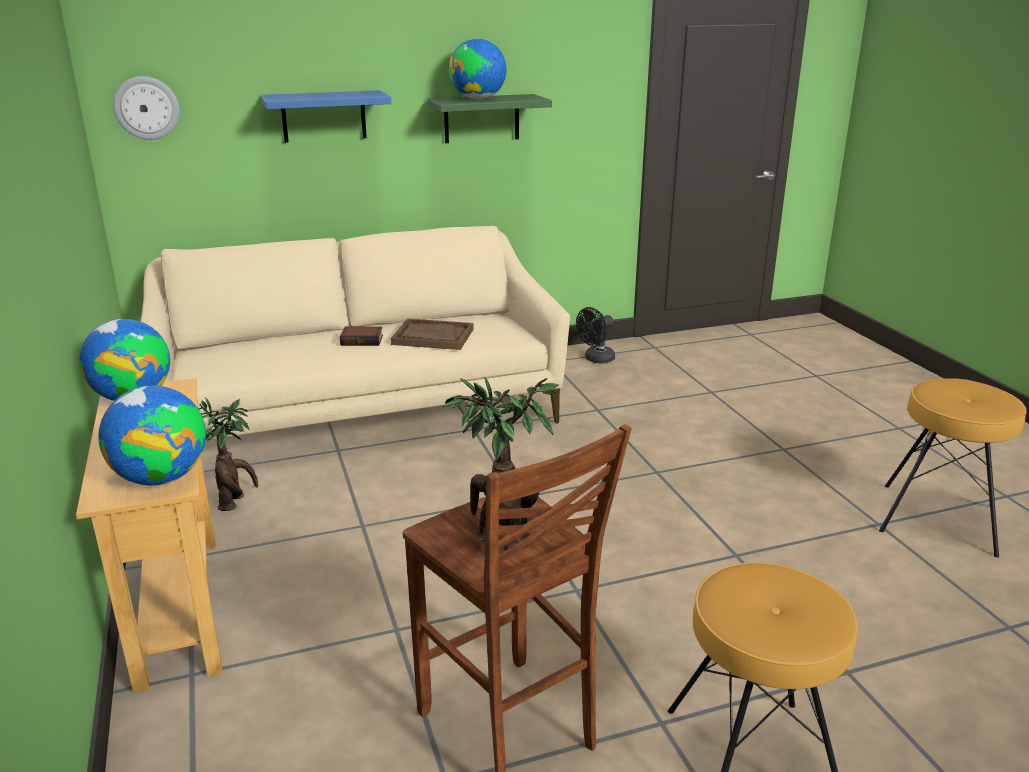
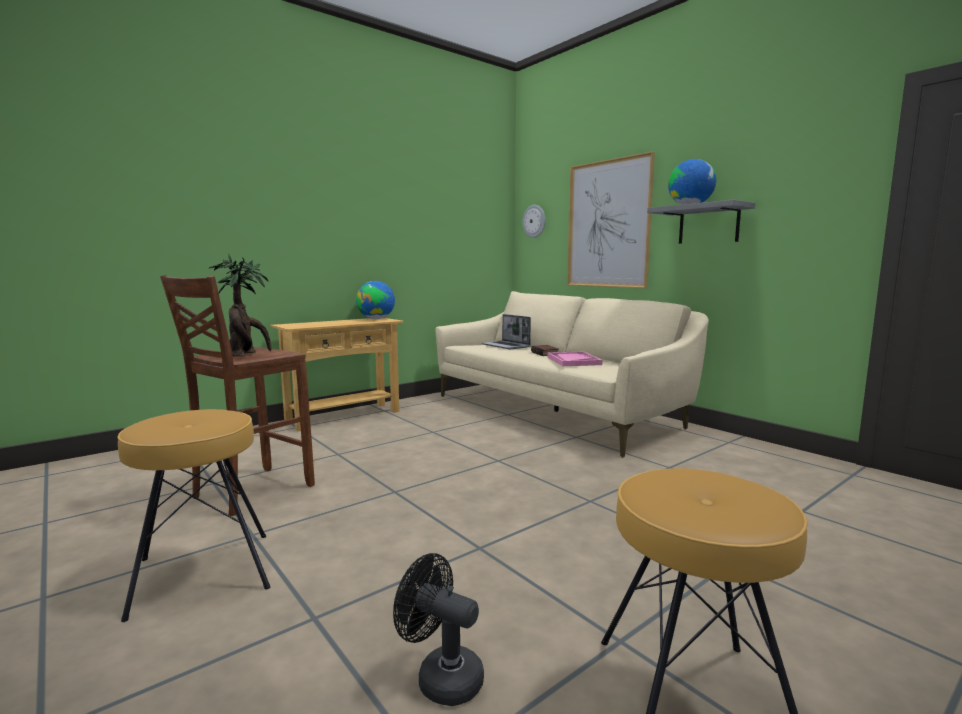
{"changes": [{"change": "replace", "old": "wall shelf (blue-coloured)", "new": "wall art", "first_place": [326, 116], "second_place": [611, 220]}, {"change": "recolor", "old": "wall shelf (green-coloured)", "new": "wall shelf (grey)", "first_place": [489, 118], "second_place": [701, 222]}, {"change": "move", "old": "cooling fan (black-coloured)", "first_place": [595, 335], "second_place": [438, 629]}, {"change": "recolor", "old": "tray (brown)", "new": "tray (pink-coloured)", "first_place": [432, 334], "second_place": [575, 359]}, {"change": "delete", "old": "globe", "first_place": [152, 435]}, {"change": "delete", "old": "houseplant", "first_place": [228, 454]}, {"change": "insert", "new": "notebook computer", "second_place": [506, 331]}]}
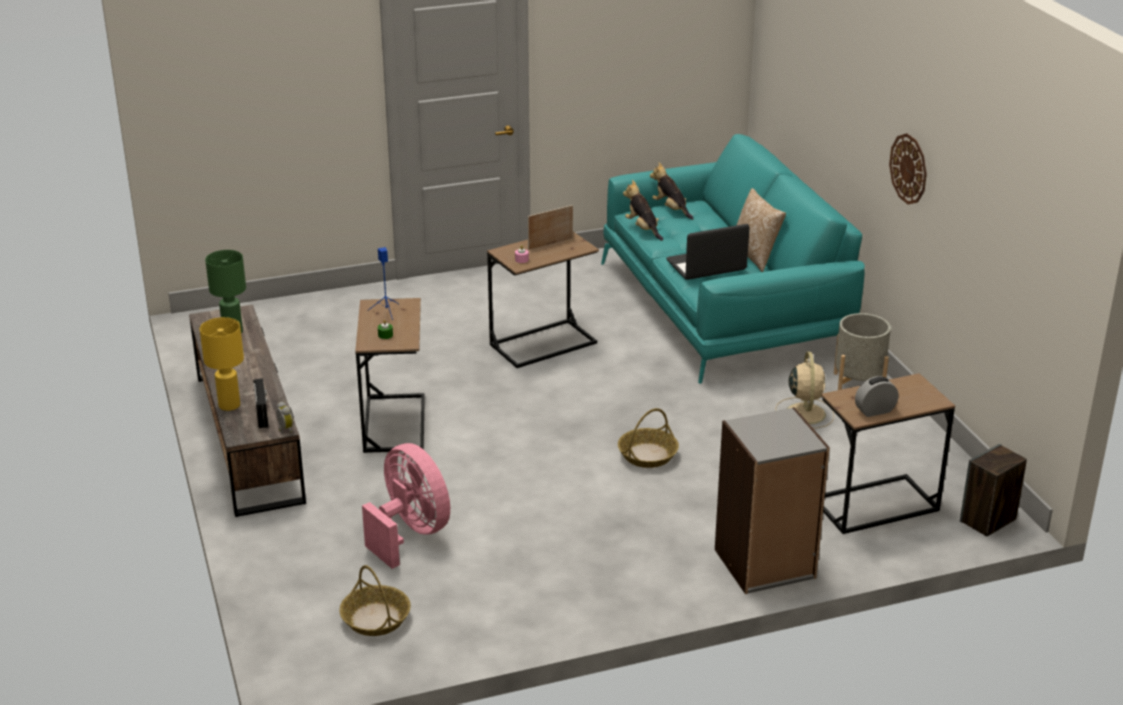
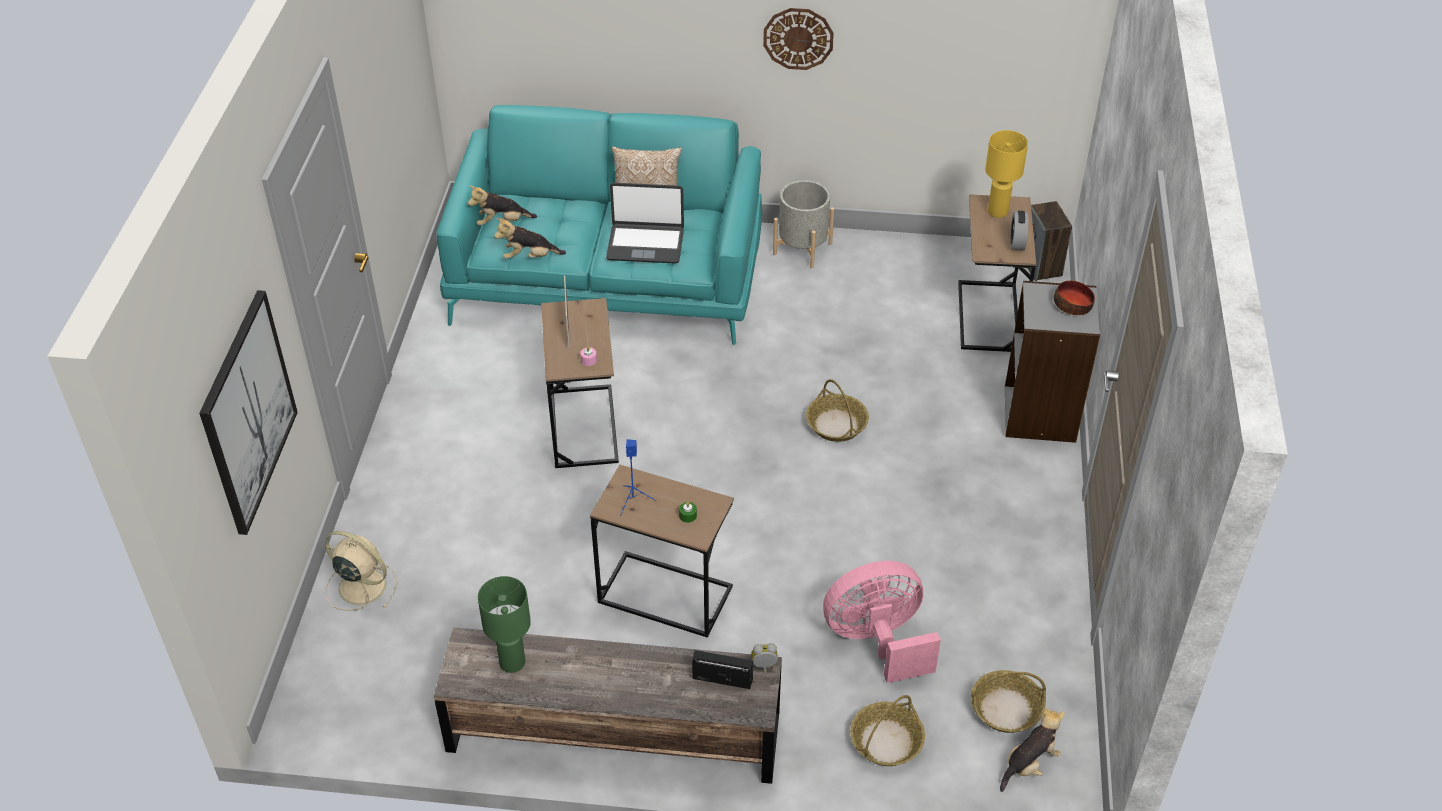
{"changes": [{"change": "rotate", "old": "notebook computer", "first_place": [708, 252], "second_place": [645, 223], "degrees": -90}, {"change": "move", "old": "lamp for a table (yellowish)", "first_place": [222, 364], "second_place": [1006, 174]}, {"change": "move", "old": "cooling fan (beige)", "first_place": [804, 390], "second_place": [361, 571]}, {"change": "insert", "new": "bowl", "second_place": [1074, 298]}, {"change": "insert", "new": "wall art", "second_place": [248, 412]}, {"change": "insert", "new": "storage basket", "second_place": [887, 730]}, {"change": "insert", "new": "cuddly toy", "second_place": [1032, 749]}]}
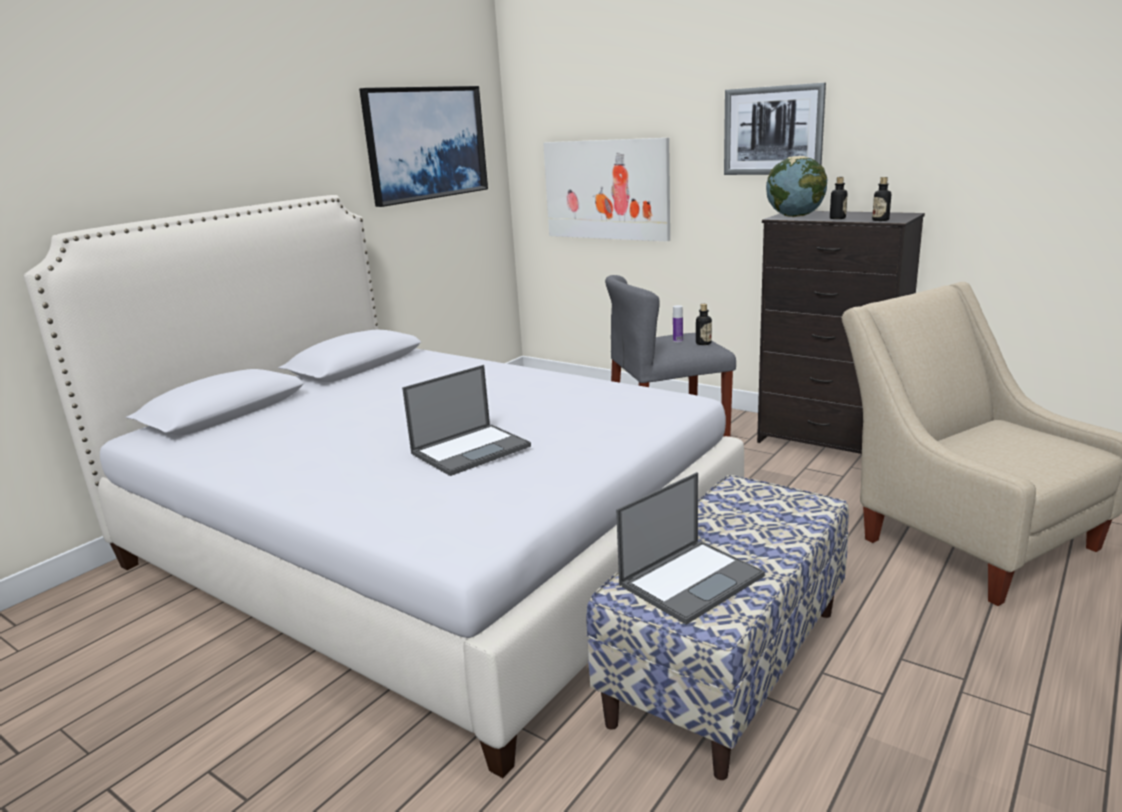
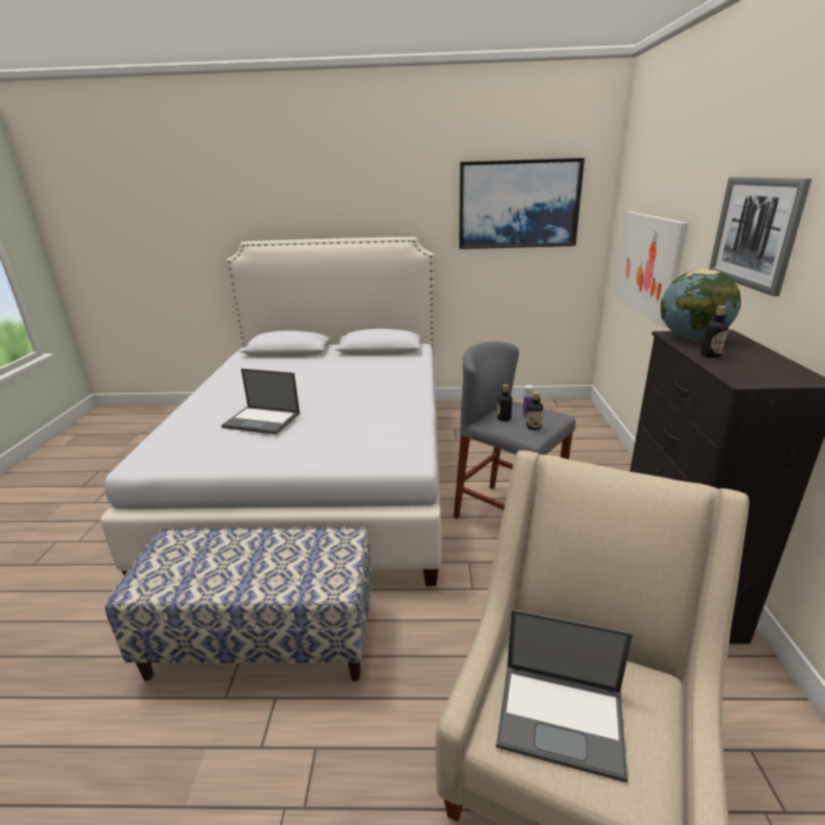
{"changes": [{"change": "move", "old": "bottle", "first_place": [881, 199], "second_place": [504, 402]}, {"change": "move", "old": "notebook computer", "first_place": [690, 548], "second_place": [564, 696]}]}
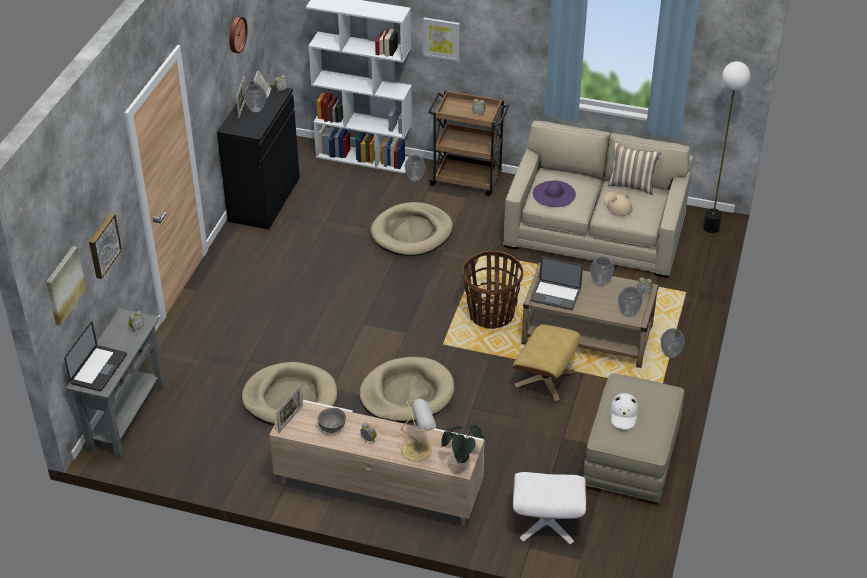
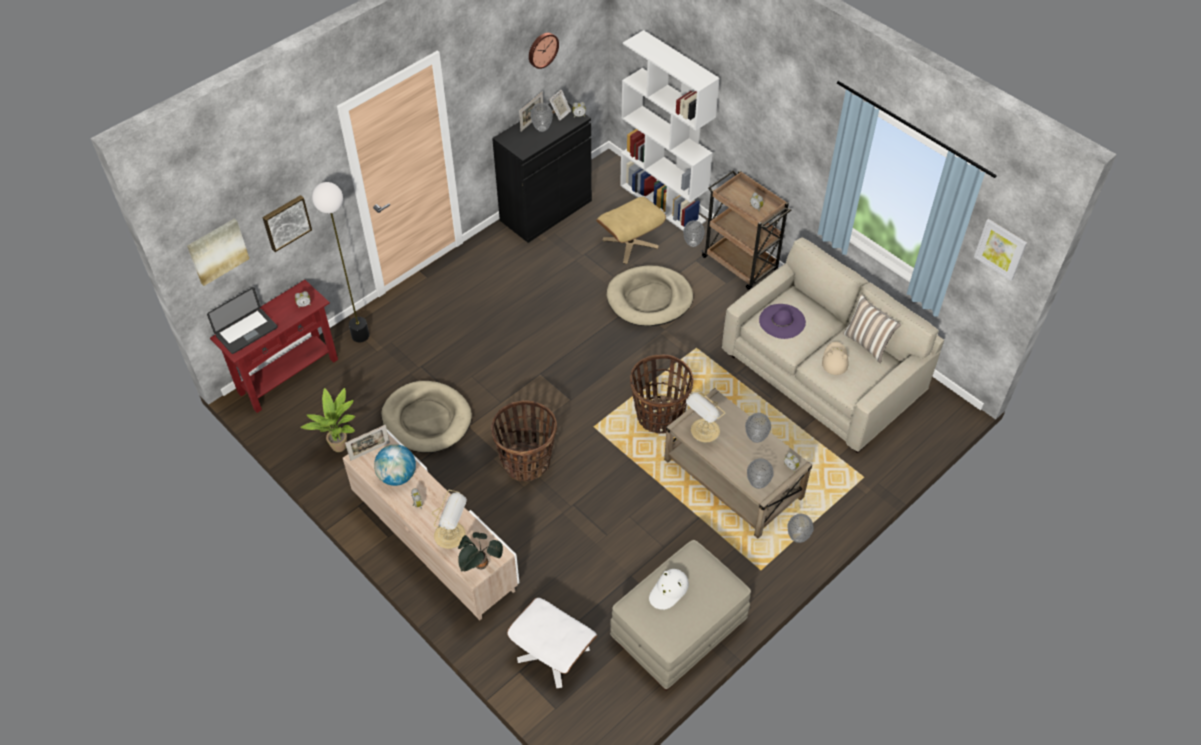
{"changes": [{"change": "move", "old": "wall art", "first_place": [441, 39], "second_place": [1000, 250]}, {"change": "move", "old": "floor lamp", "first_place": [726, 147], "second_place": [340, 262]}, {"change": "replace", "old": "notebook computer", "new": "lamp for a table", "first_place": [557, 283], "second_place": [705, 415]}, {"change": "recolor", "old": "hall table (grey)", "new": "hall table (red)", "first_place": [115, 383], "second_place": [274, 346]}, {"change": "move", "old": "footrest (beige)", "first_place": [547, 363], "second_place": [631, 230]}, {"change": "replace", "old": "dog cushion (beige)", "new": "storage basket", "first_place": [406, 390], "second_place": [524, 441]}, {"change": "replace", "old": "bowl (grey)", "new": "globe", "first_place": [332, 420], "second_place": [395, 465]}, {"change": "insert", "new": "houseplant", "second_place": [328, 420]}]}
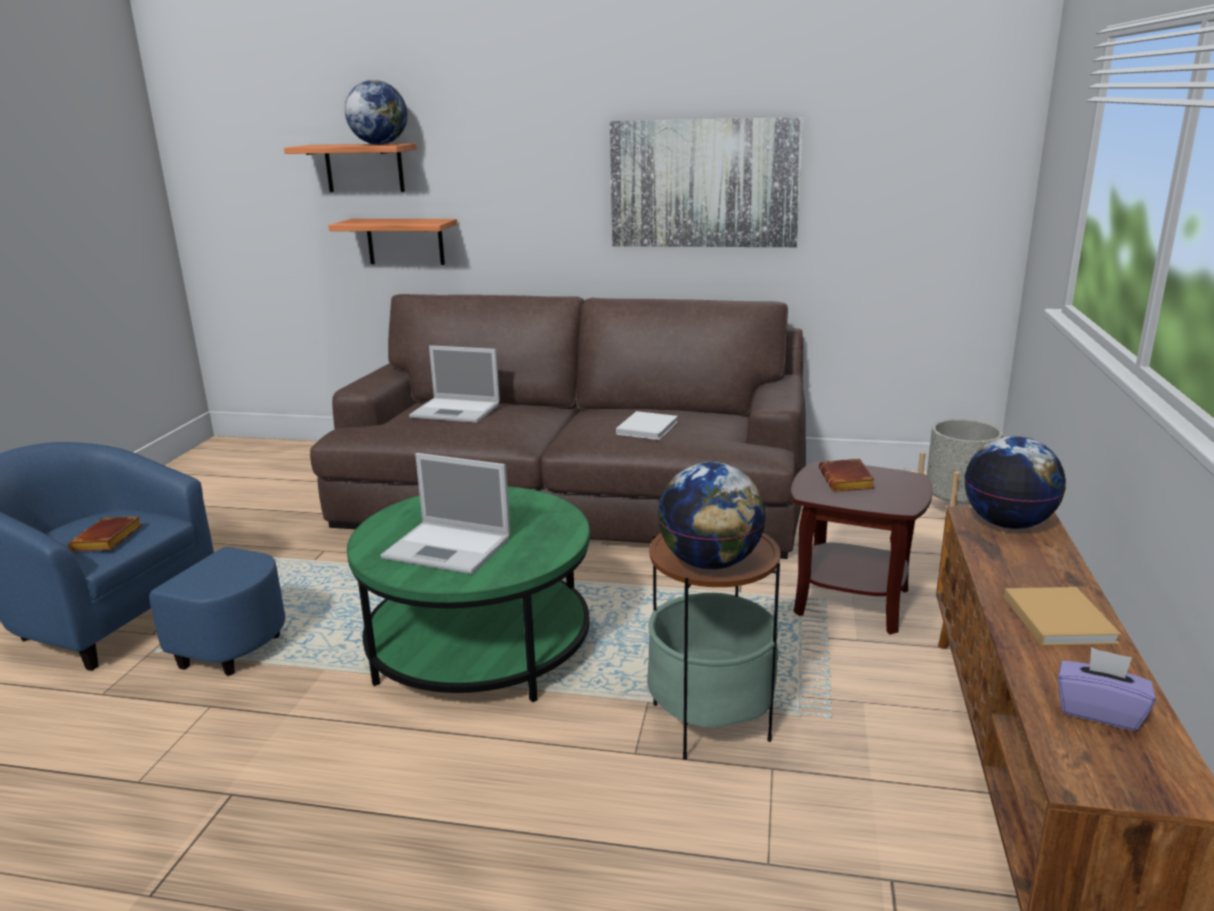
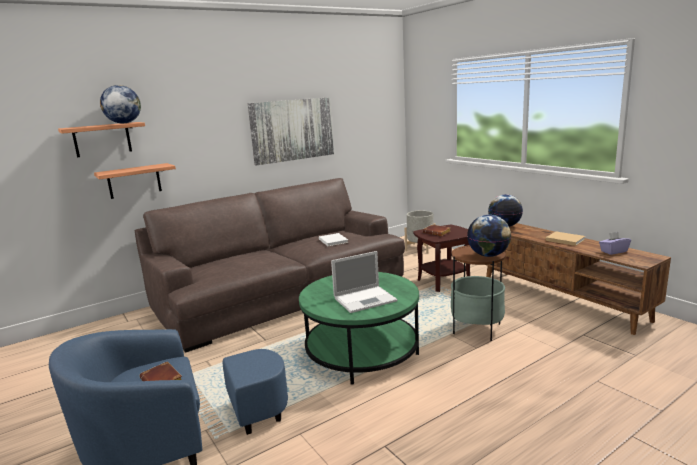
{"changes": [{"change": "delete", "old": "notebook computer", "first_place": [454, 384]}]}
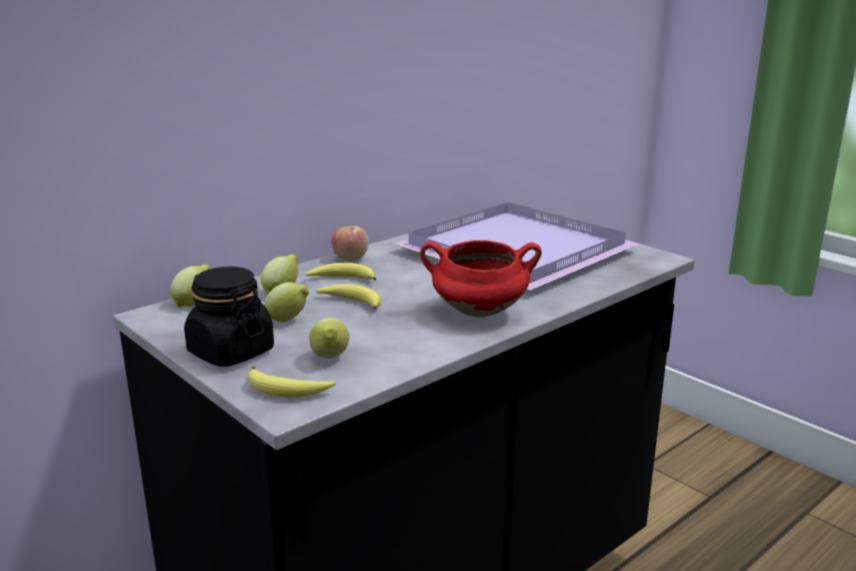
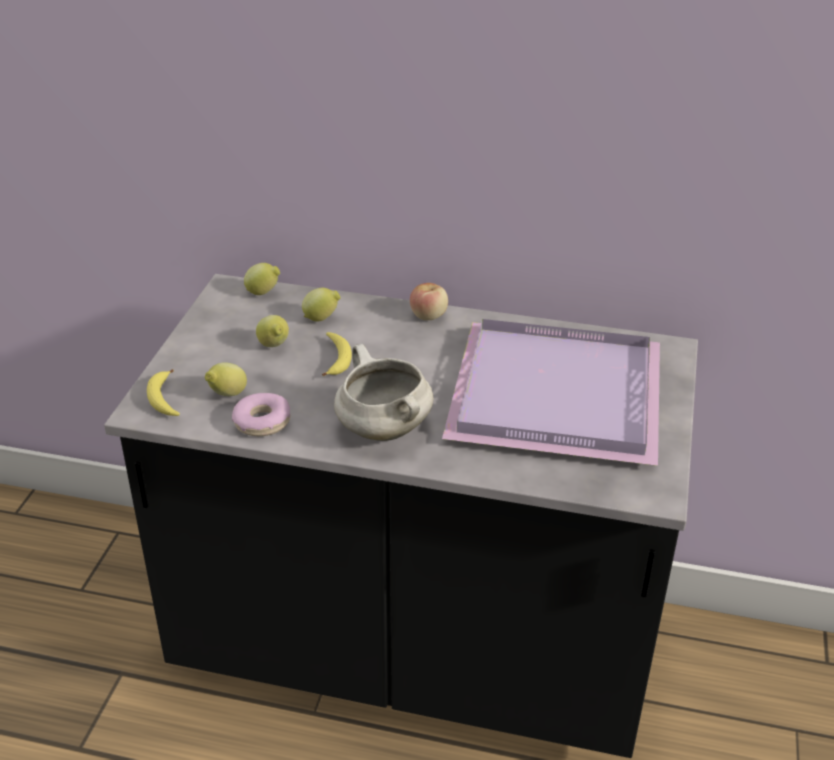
{"changes": [{"change": "recolor", "old": "stockpot (red)", "new": "stockpot (white-coloured)", "first_place": [481, 278], "second_place": [384, 392]}, {"change": "delete", "old": "banana", "first_place": [341, 271]}, {"change": "delete", "old": "preserve jar (black-coloured)", "first_place": [229, 317]}, {"change": "insert", "new": "doughnut", "second_place": [261, 414]}]}
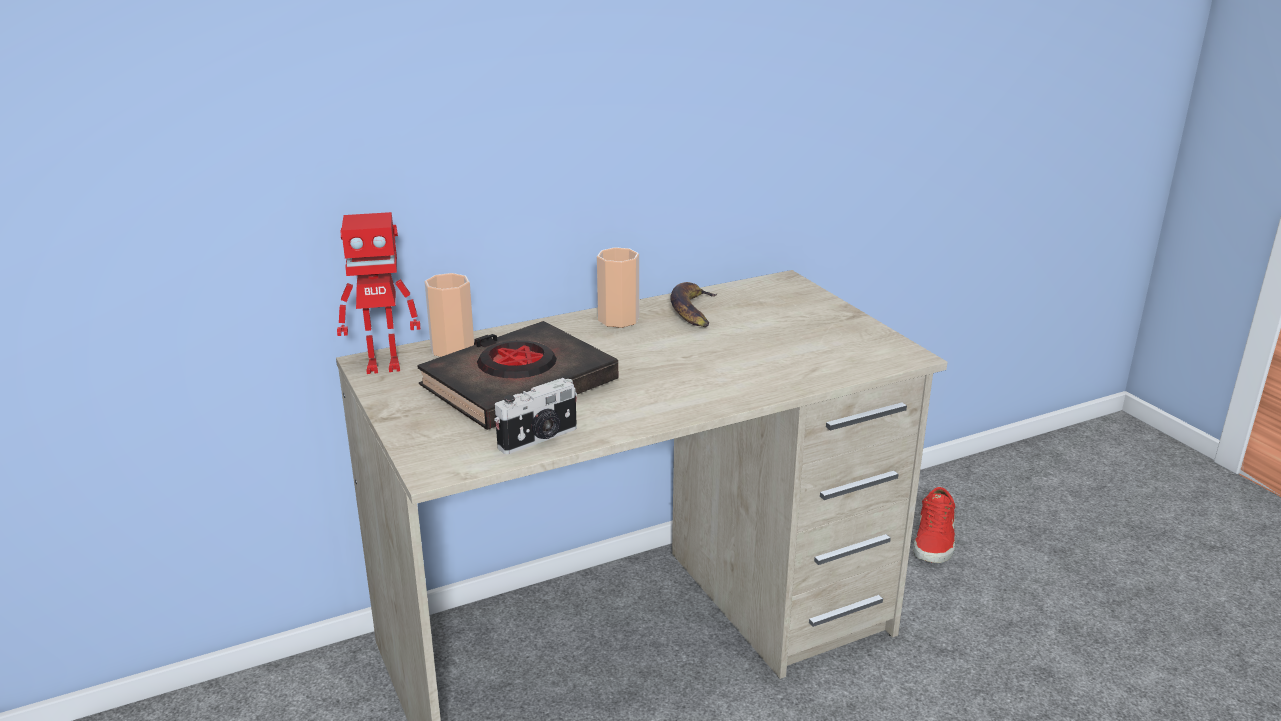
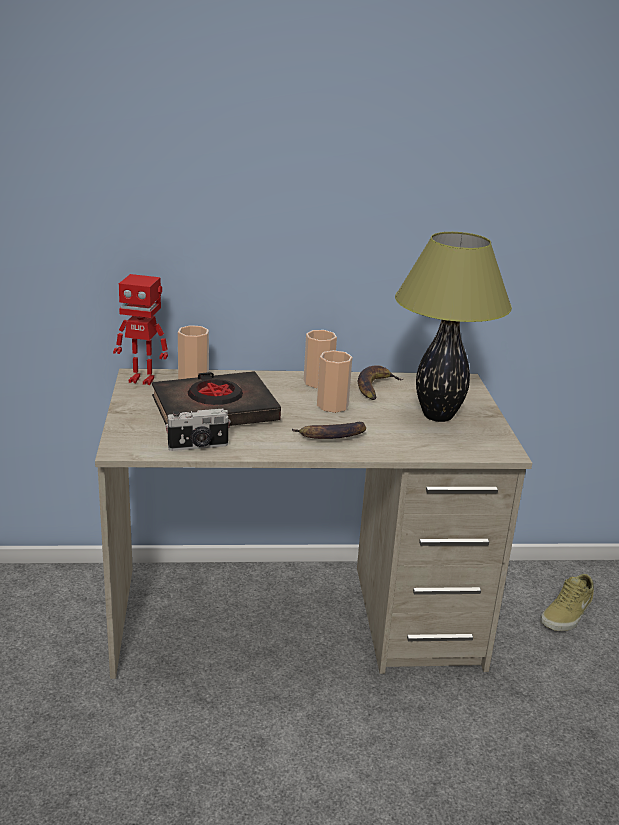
{"changes": [{"change": "recolor", "old": "shoe (red)", "new": "shoe (beige)", "first_place": [934, 525], "second_place": [567, 602]}, {"change": "insert", "new": "lamp for a table", "second_place": [453, 327]}, {"change": "insert", "new": "small cup", "second_place": [334, 381]}, {"change": "insert", "new": "banana", "second_place": [329, 430]}]}
